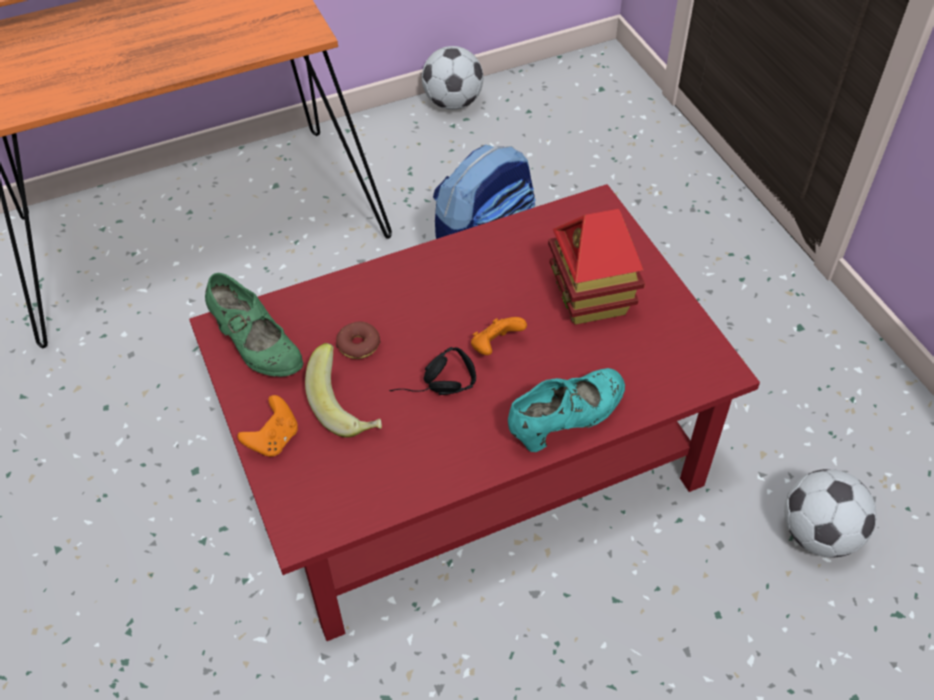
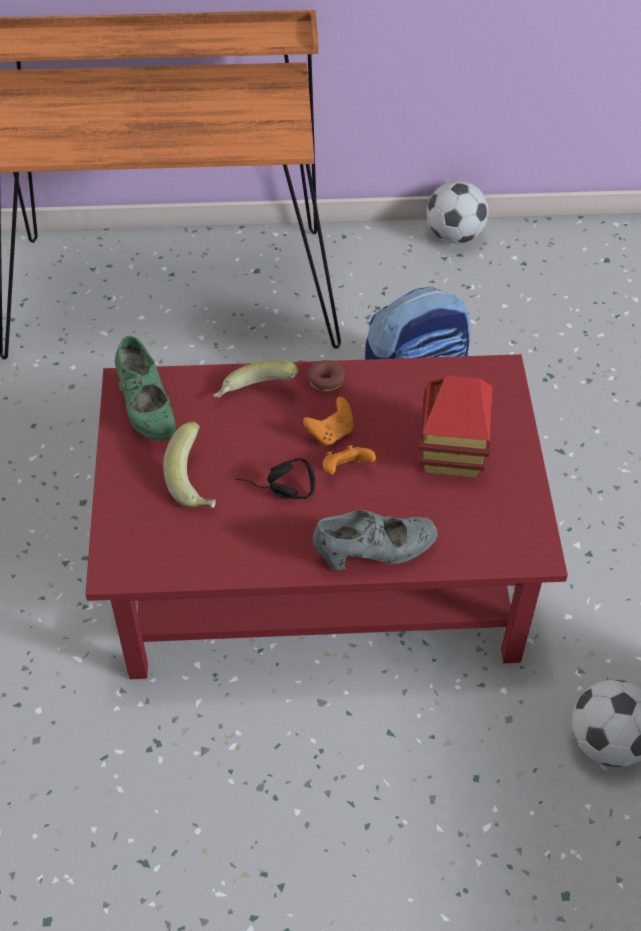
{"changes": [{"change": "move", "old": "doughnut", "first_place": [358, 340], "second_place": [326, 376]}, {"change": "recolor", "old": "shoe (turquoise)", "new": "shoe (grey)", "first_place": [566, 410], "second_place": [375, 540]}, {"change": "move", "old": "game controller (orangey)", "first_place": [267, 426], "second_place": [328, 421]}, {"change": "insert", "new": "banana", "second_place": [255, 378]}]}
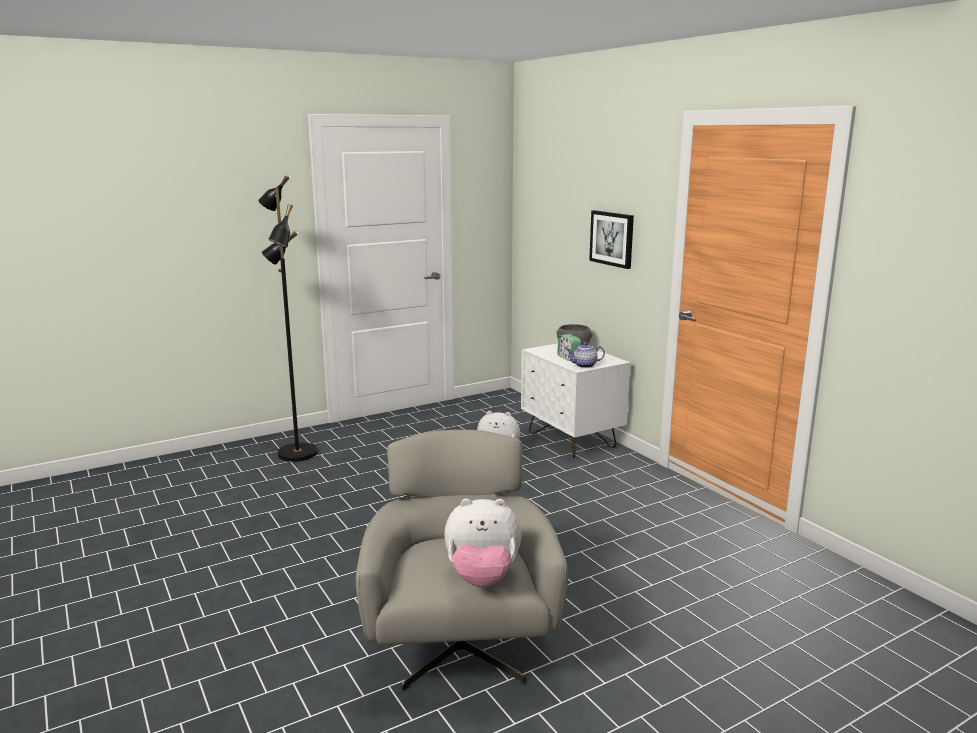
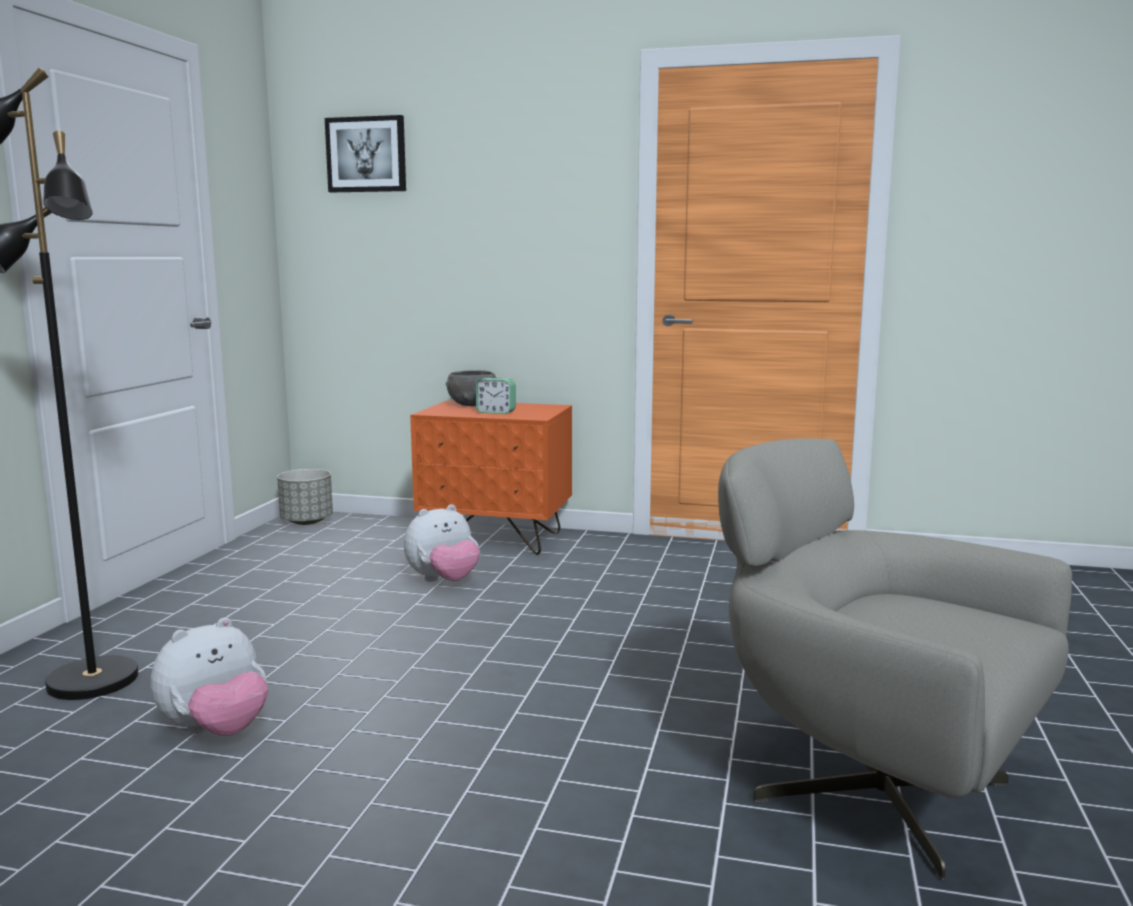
{"changes": [{"change": "move", "old": "wall art", "first_place": [611, 239], "second_place": [365, 153]}, {"change": "delete", "old": "teapot", "first_place": [585, 355]}, {"change": "recolor", "old": "bedside table (white-coloured)", "new": "bedside table (orangey)", "first_place": [575, 401], "second_place": [491, 477]}, {"change": "move", "old": "cuddly toy", "first_place": [482, 543], "second_place": [209, 676]}, {"change": "insert", "new": "flower pot (grey)", "second_place": [305, 497]}]}
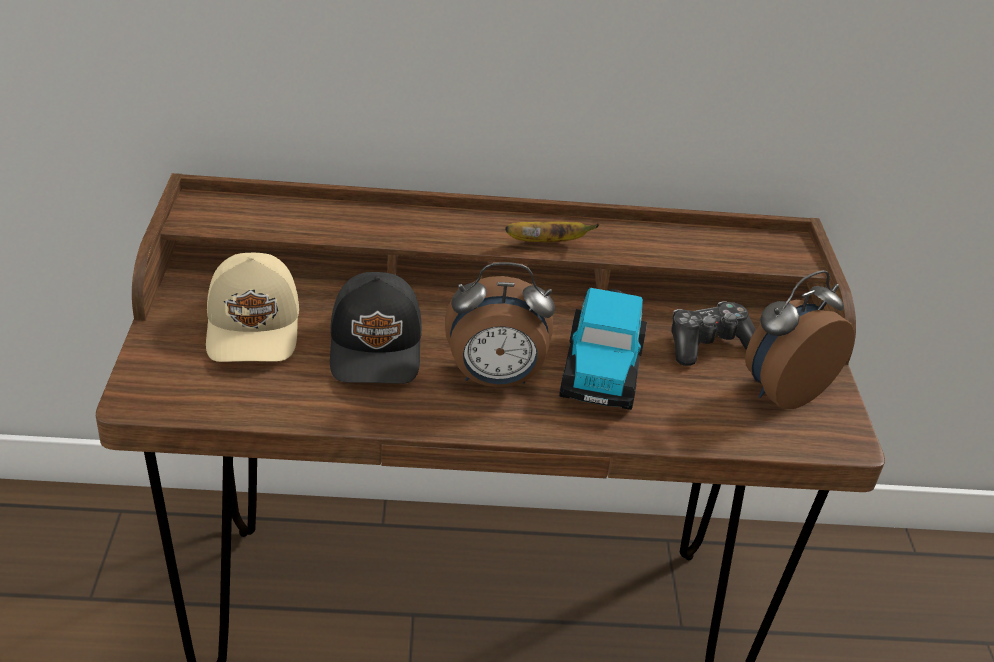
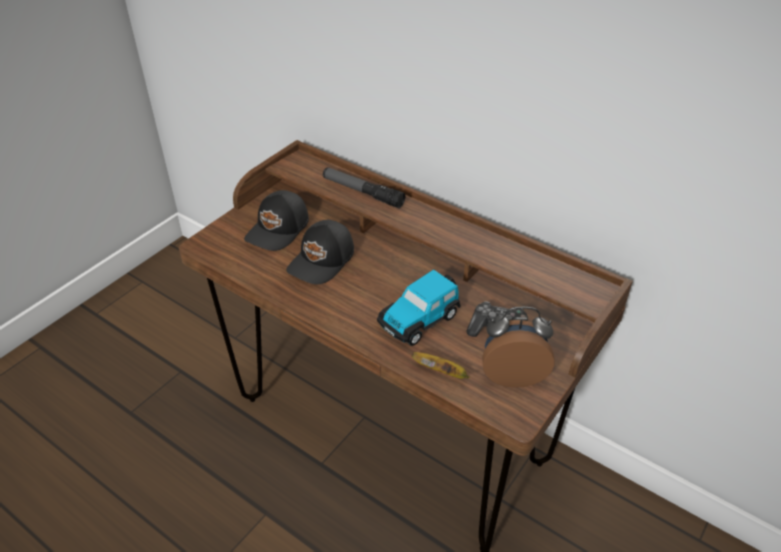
{"changes": [{"change": "move", "old": "banana", "first_place": [552, 231], "second_place": [440, 365]}, {"change": "recolor", "old": "baseball cap (beige)", "new": "baseball cap (black-coloured)", "first_place": [252, 307], "second_place": [276, 220]}, {"change": "delete", "old": "table clock", "first_place": [500, 324]}, {"change": "insert", "new": "hand torch", "second_place": [364, 187]}]}
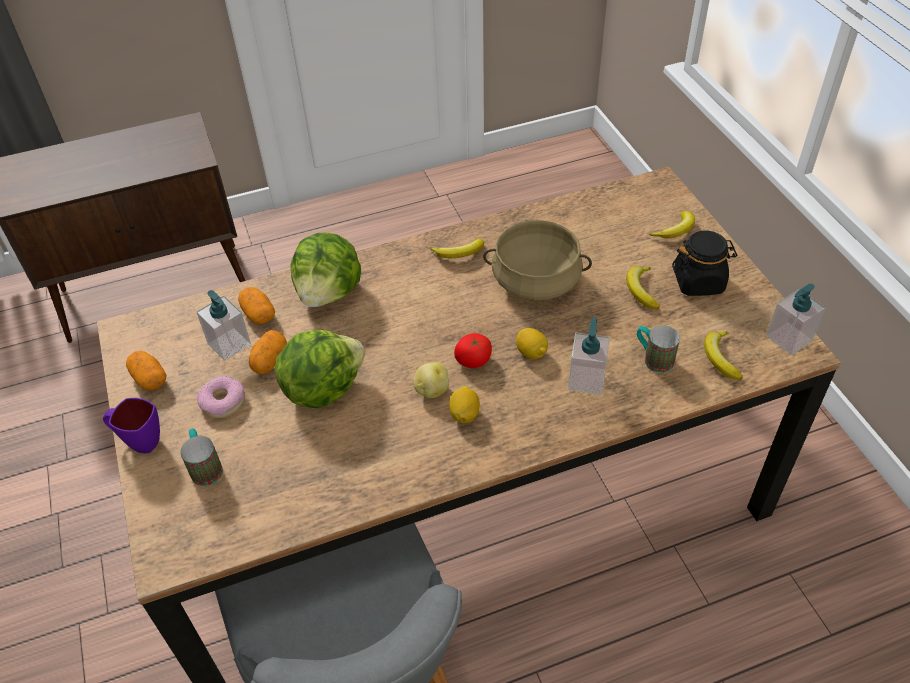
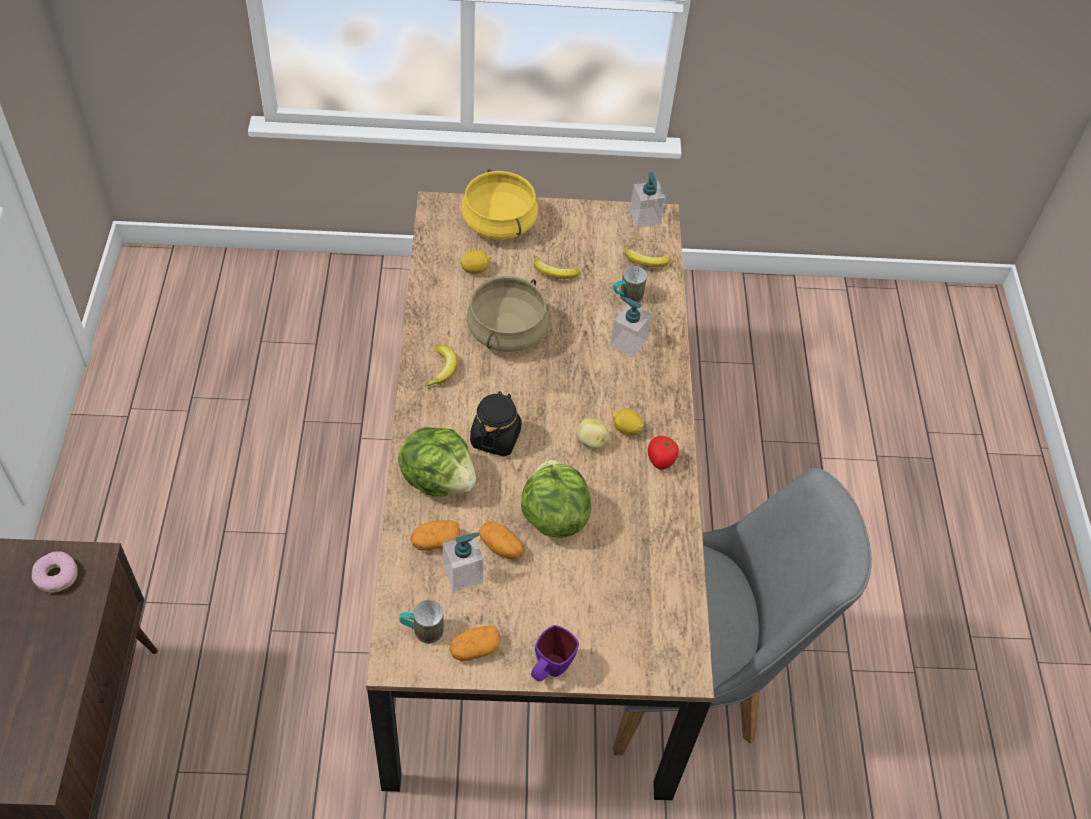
{"changes": [{"change": "replace", "old": "banana", "new": "stockpot (yellowish)", "first_place": [672, 225], "second_place": [499, 204]}, {"change": "move", "old": "preserve jar (black-coloured)", "first_place": [704, 263], "second_place": [496, 424]}, {"change": "move", "old": "whole lemon", "first_place": [532, 343], "second_place": [475, 262]}, {"change": "move", "old": "fresh tomato", "first_place": [473, 350], "second_place": [663, 453]}, {"change": "move", "old": "doughnut", "first_place": [221, 397], "second_place": [55, 572]}, {"change": "move", "old": "mug", "first_place": [202, 457], "second_place": [421, 622]}]}
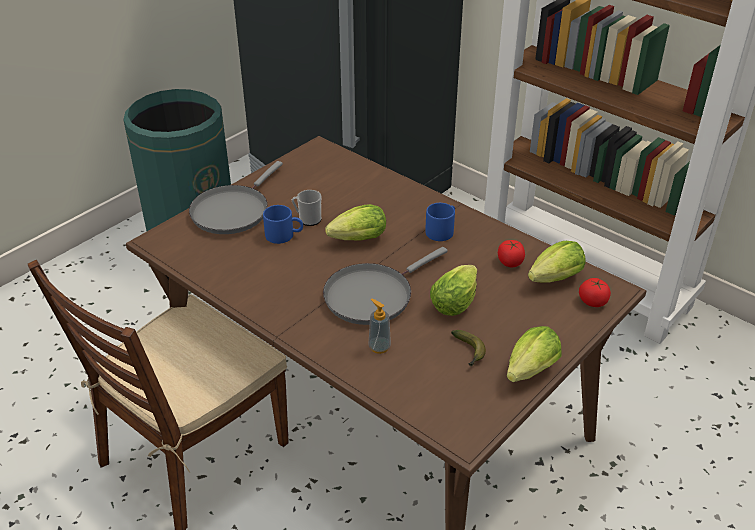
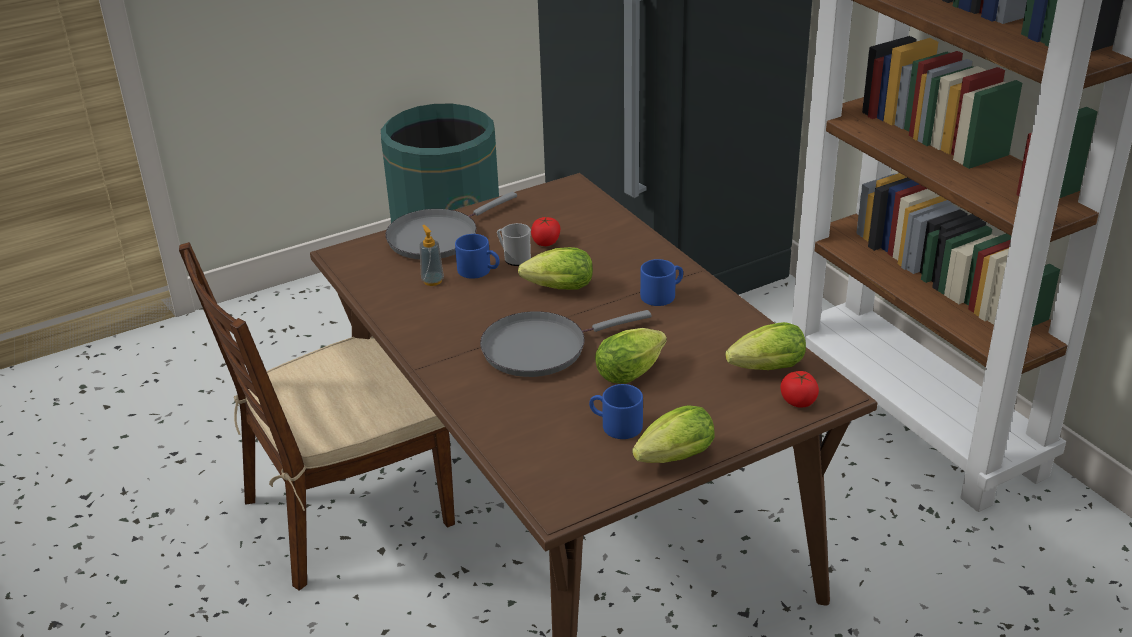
{"changes": [{"change": "move", "old": "fresh tomato", "first_place": [511, 253], "second_place": [545, 231]}, {"change": "move", "old": "soap bottle", "first_place": [379, 326], "second_place": [431, 255]}, {"change": "replace", "old": "banana", "new": "mug (blue-coloured)", "first_place": [468, 348], "second_place": [616, 411]}]}
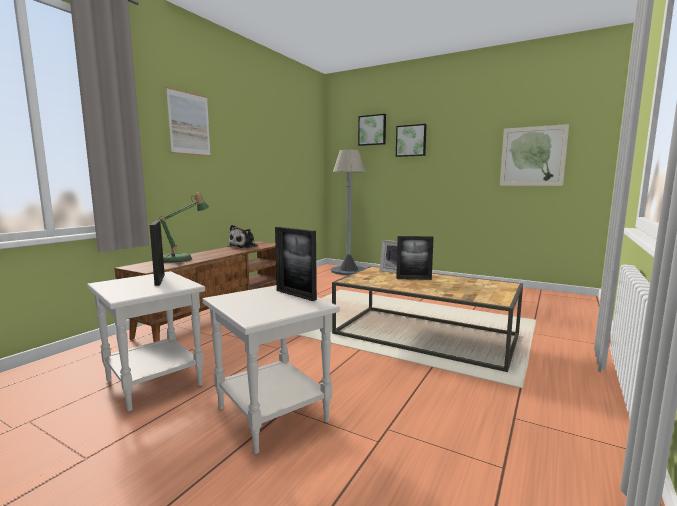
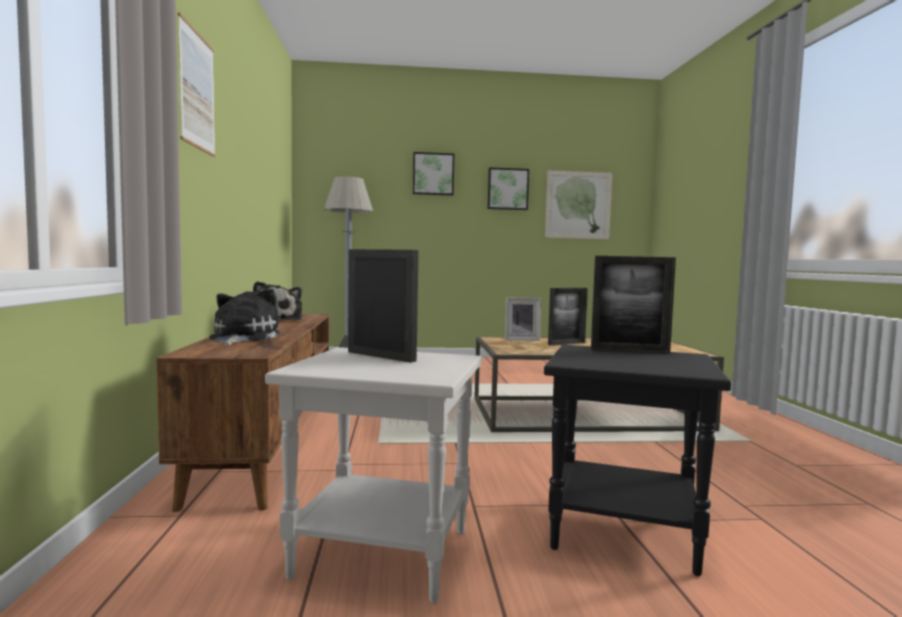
{"changes": [{"change": "move", "old": "wall art", "first_place": [372, 130], "second_place": [508, 189]}, {"change": "replace", "old": "lamp for a table", "new": "cuddly toy", "first_place": [184, 228], "second_place": [244, 316]}, {"change": "recolor", "old": "end table (white-coloured)", "new": "end table (black-coloured)", "first_place": [271, 369], "second_place": [637, 460]}]}
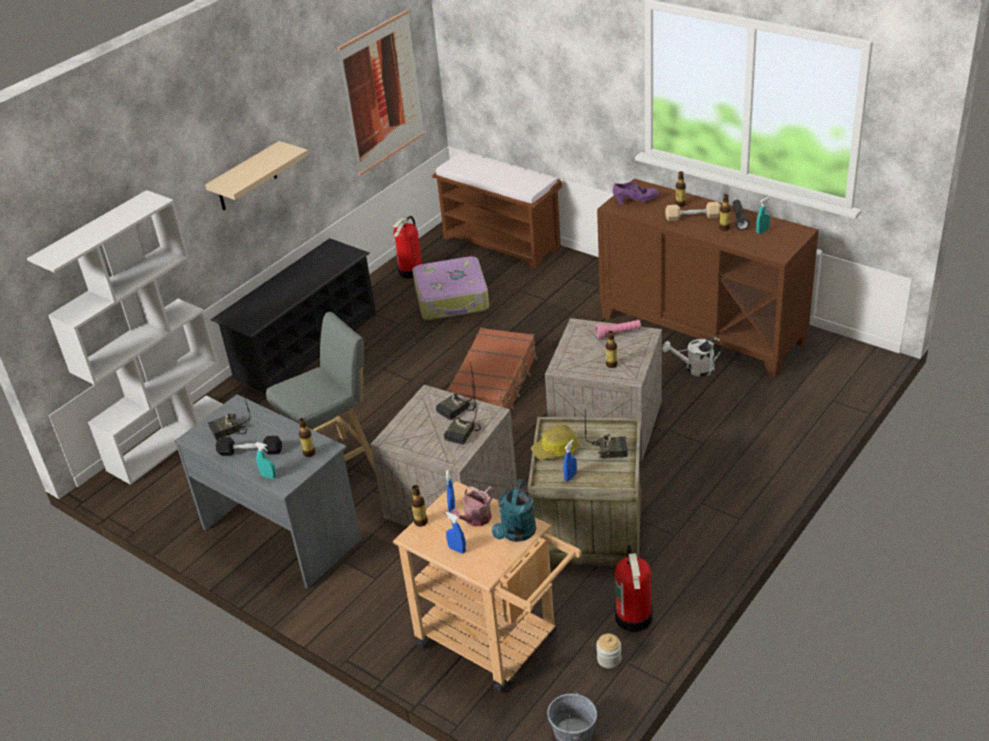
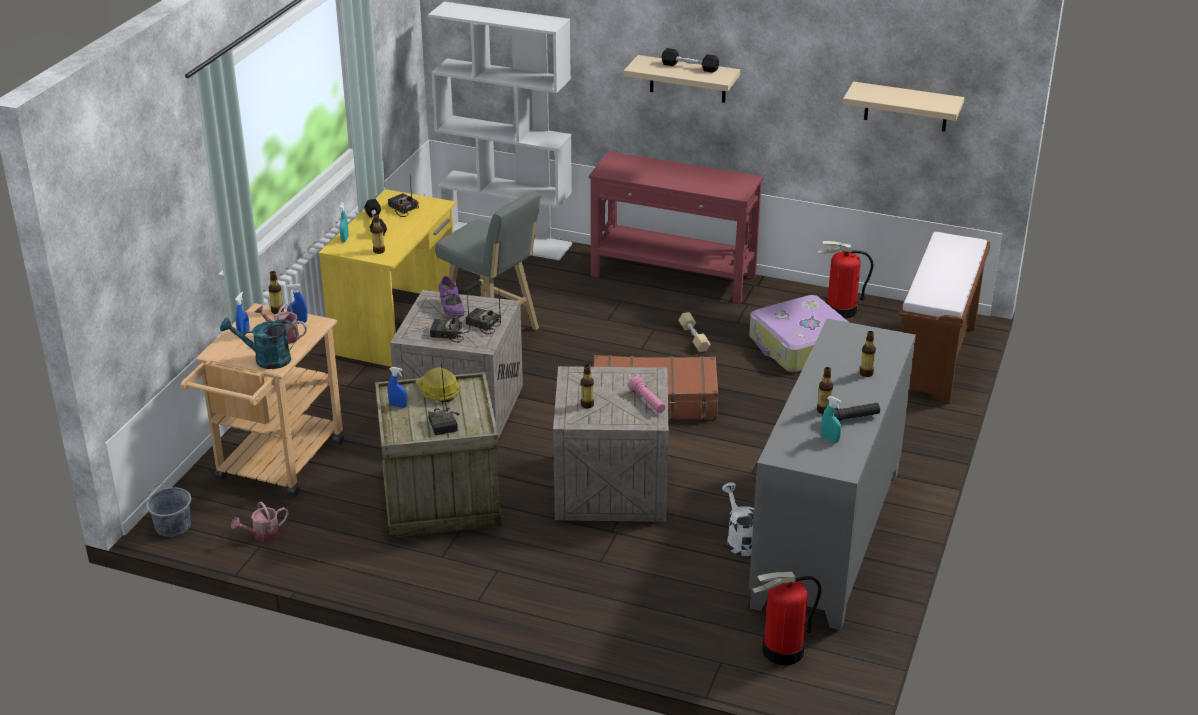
{"changes": [{"change": "replace", "old": "wall art", "new": "wall shelf (beige)", "first_place": [381, 93], "second_place": [903, 107]}, {"change": "recolor", "old": "cabinet (brown)", "new": "cabinet (grey)", "first_place": [708, 278], "second_place": [832, 474]}, {"change": "move", "old": "shoe (purplish)", "first_place": [635, 193], "second_place": [452, 296]}, {"change": "move", "old": "hand weight (beige)", "first_place": [693, 211], "second_place": [694, 332]}, {"change": "replace", "old": "shoe rack (black-coloured)", "new": "hall table (red)", "first_place": [293, 315], "second_place": [676, 227]}, {"change": "recolor", "old": "desk table (grey)", "new": "desk table (yellowish)", "first_place": [268, 491], "second_place": [387, 278]}, {"change": "move", "old": "extinguisher", "first_place": [634, 588], "second_place": [787, 618]}, {"change": "replace", "old": "preserve jar", "new": "sprinkling can", "first_place": [609, 651], "second_place": [260, 521]}, {"change": "insert", "new": "hand weight (black-coloured)", "second_place": [690, 60]}]}
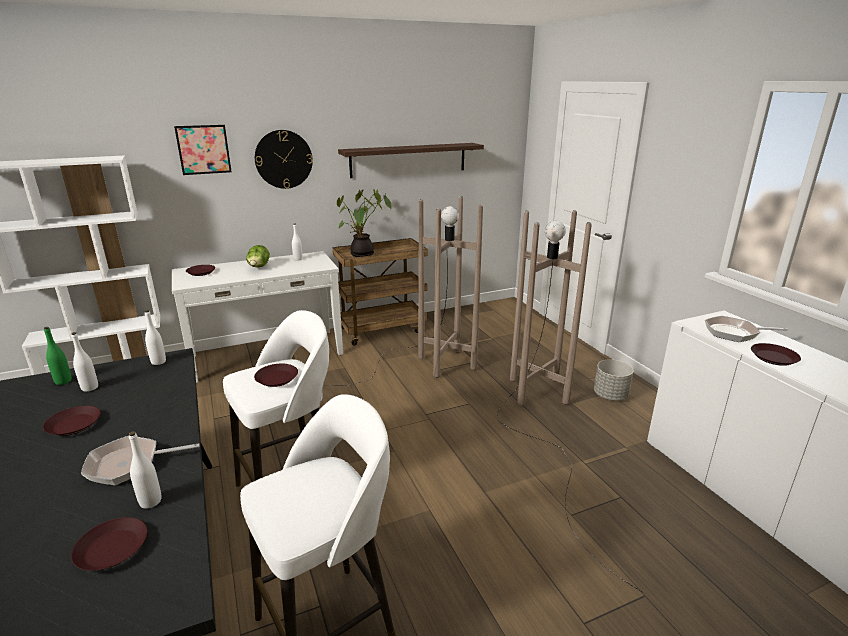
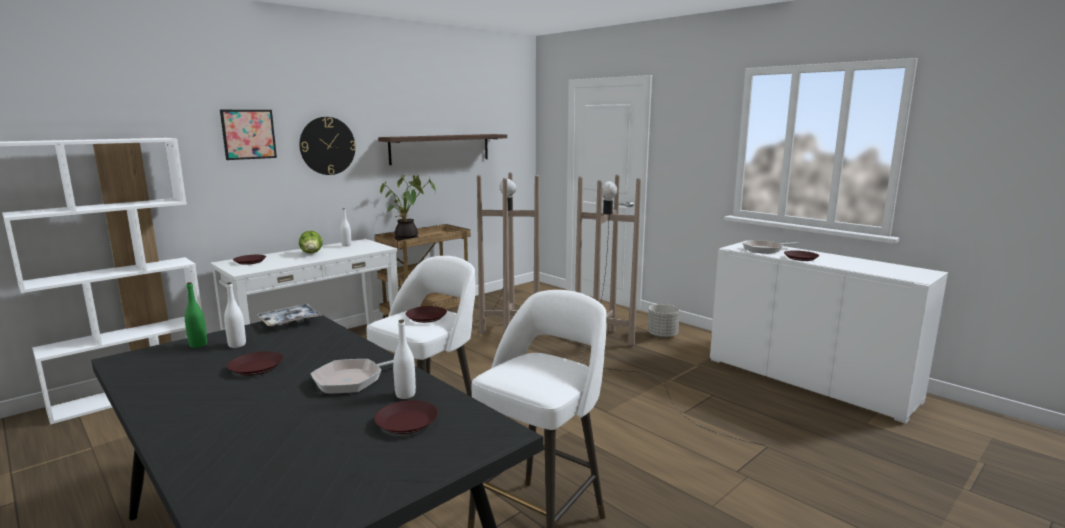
{"changes": [{"change": "replace", "old": "bottle (white-coloured)", "new": "tray", "first_place": [155, 337], "second_place": [289, 315]}]}
